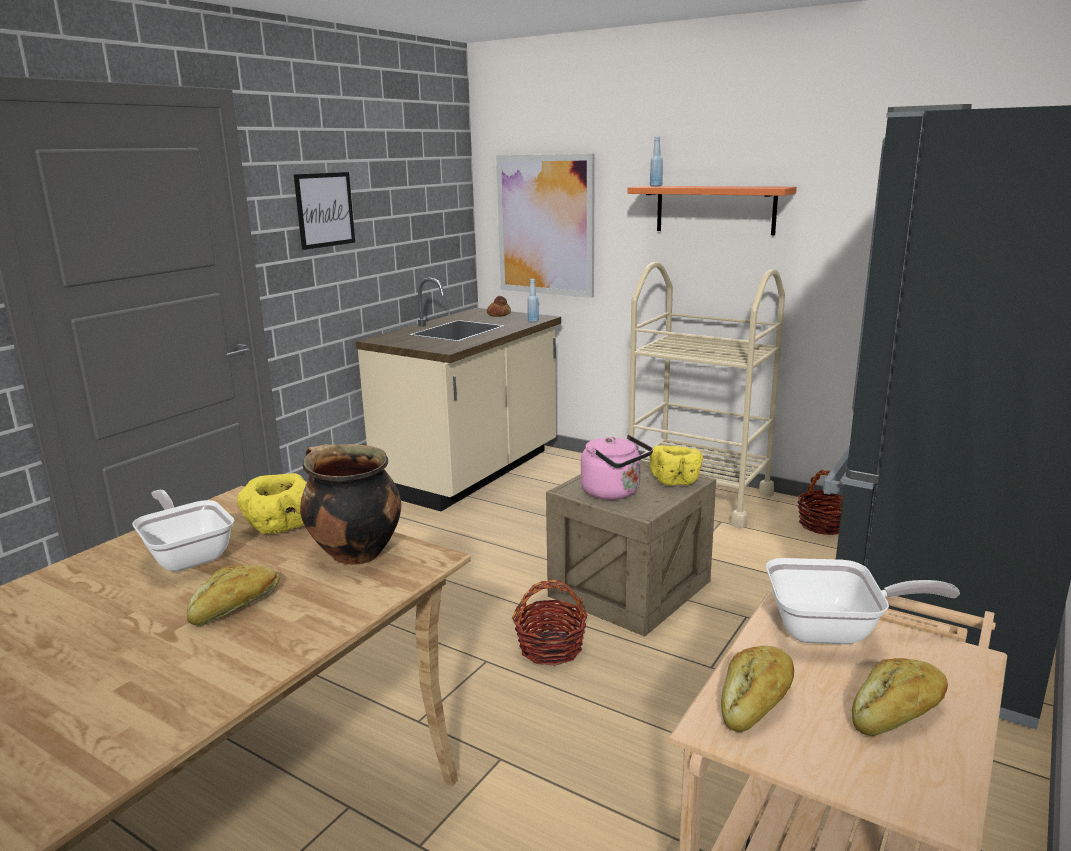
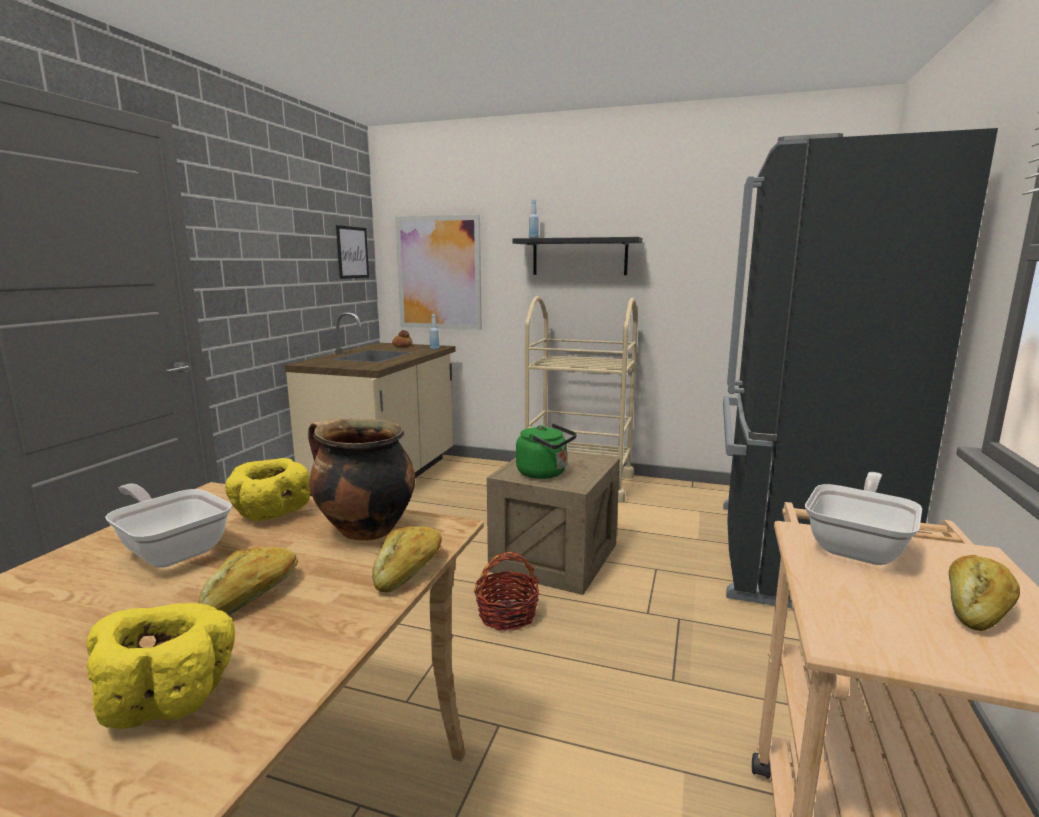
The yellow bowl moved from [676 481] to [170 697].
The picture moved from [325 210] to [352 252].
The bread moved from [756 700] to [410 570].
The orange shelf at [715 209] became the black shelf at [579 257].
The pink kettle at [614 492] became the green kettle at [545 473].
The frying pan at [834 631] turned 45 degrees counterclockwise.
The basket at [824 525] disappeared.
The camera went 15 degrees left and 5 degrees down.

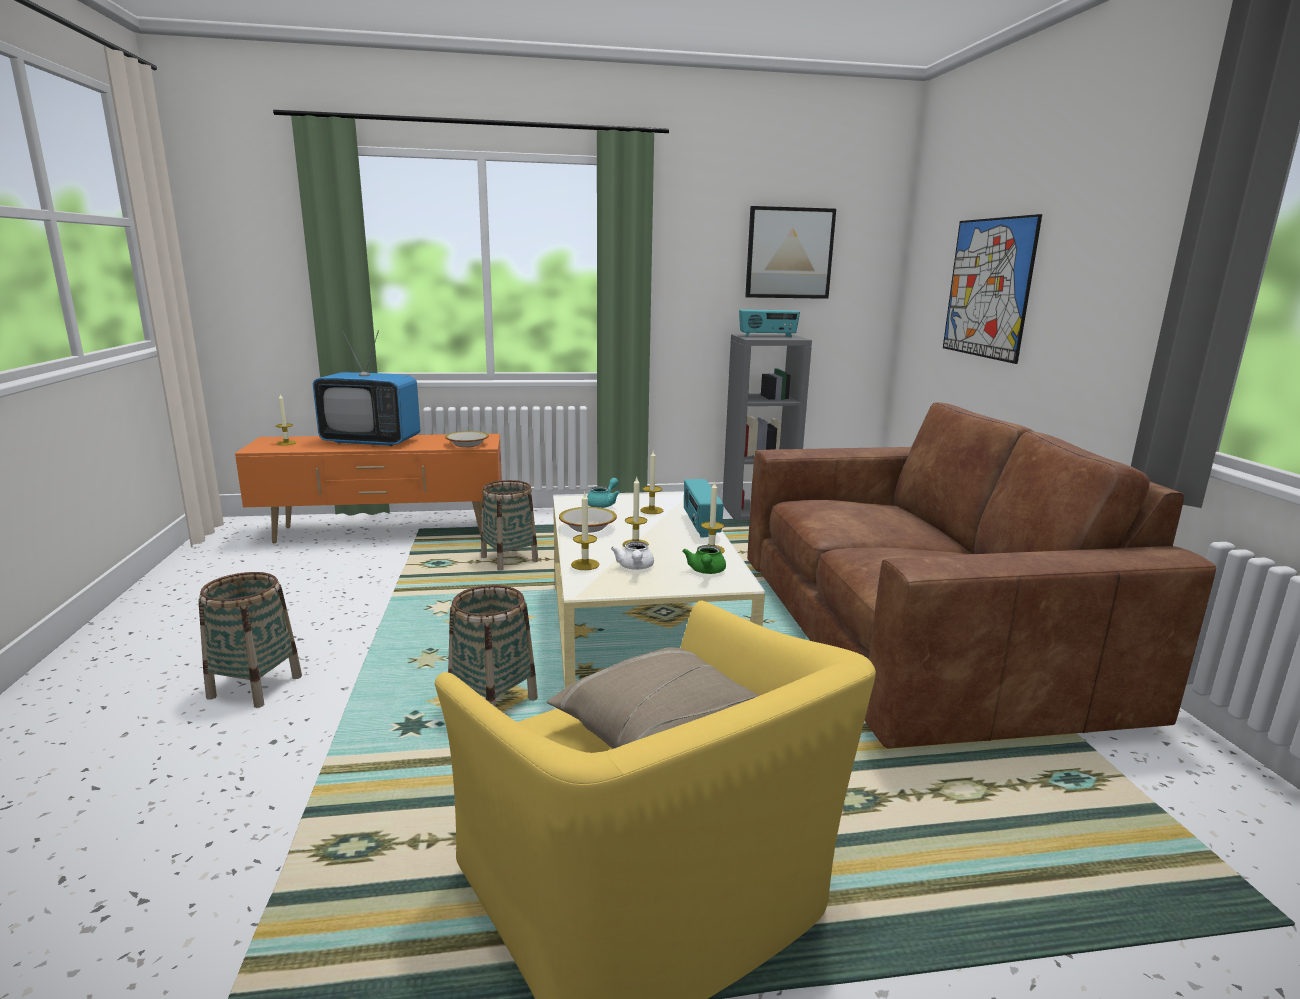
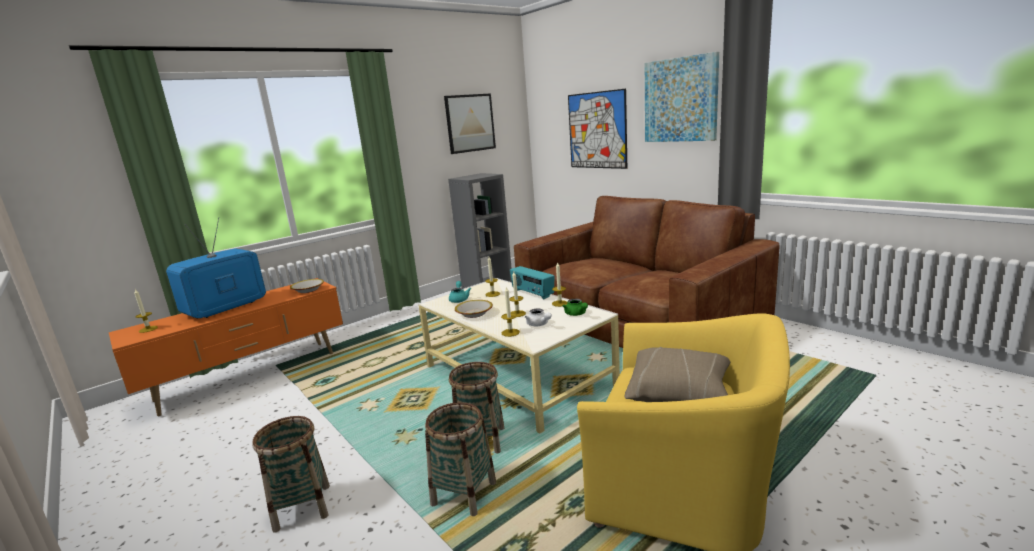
The television at [371 441] turned 150 degrees clockwise.
The basket moved from [509 560] to [464 494].
The picture at [680 100] appeared.
The radio at [767 336] disappeared.
The camera went 30 degrees left and 0 degrees up.

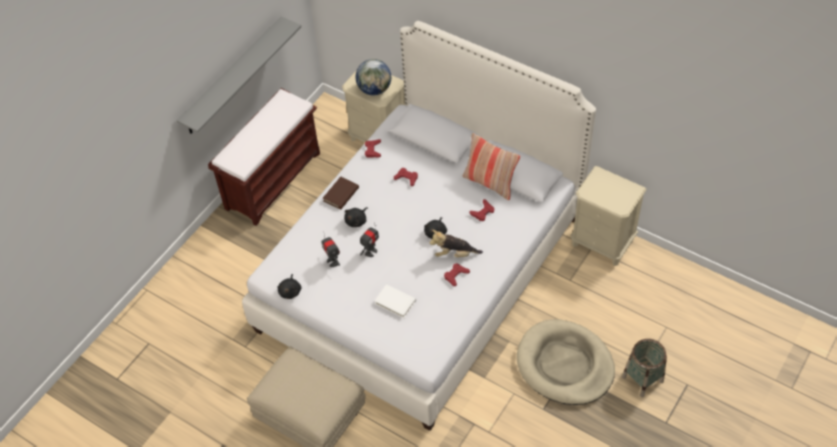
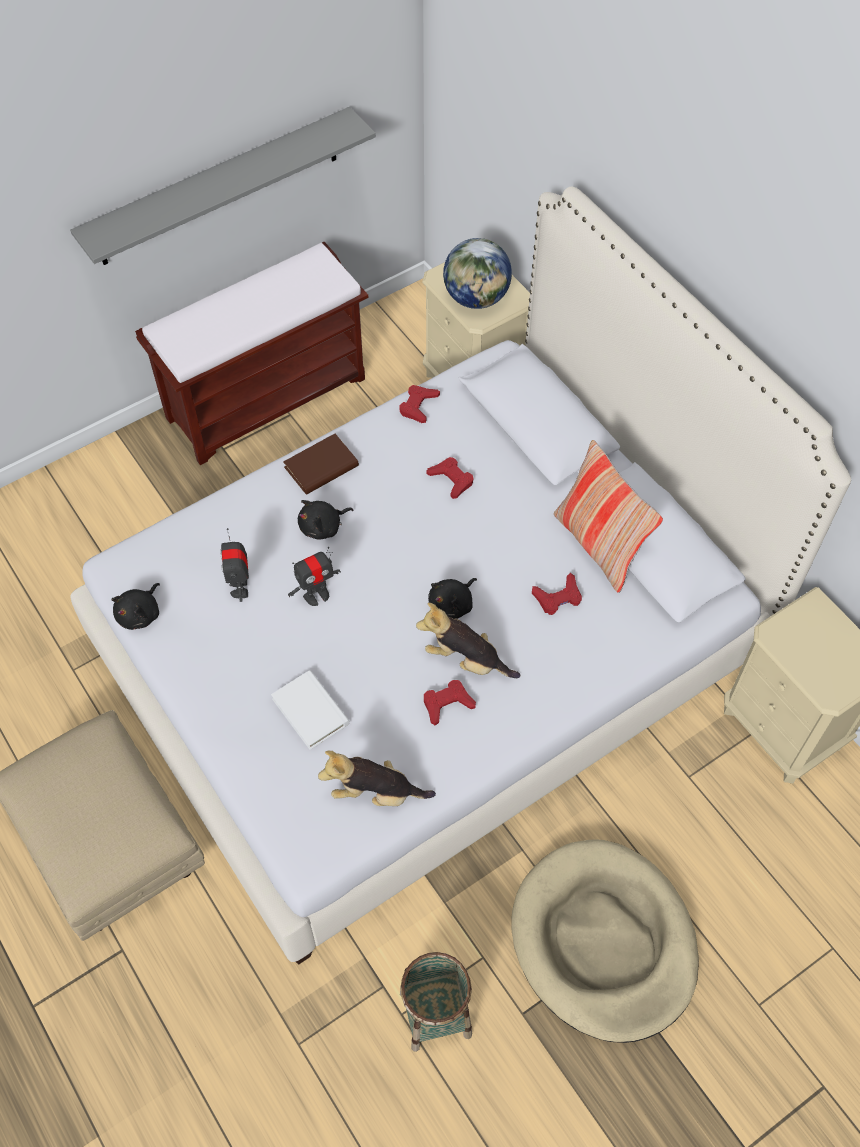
The plush toy at [375 792] appeared.
The basket moved from [642 379] to [435 1014].
The camera went 20 degrees right and 5 degrees up.

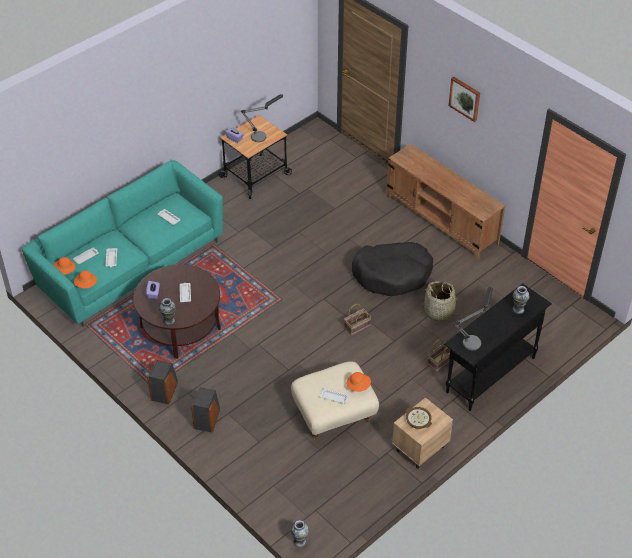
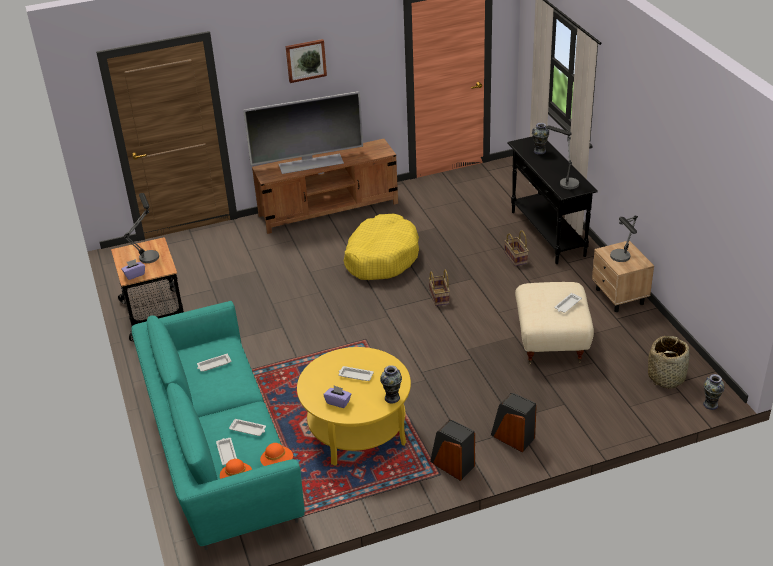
The television at [310 163] appeared.
The brown coffee table at [180 327] became the yellow coffee table at [357 429].
The black dog bed at [392 274] became the yellow dog bed at [381 257].
The bowl at [418 420] was replaced by the table lamp at [622 259].
The basket moved from [439 312] to [666 376].
The orange hat at [358 386] disappeared.
The camera went 65 degrees left and 10 degrees down.

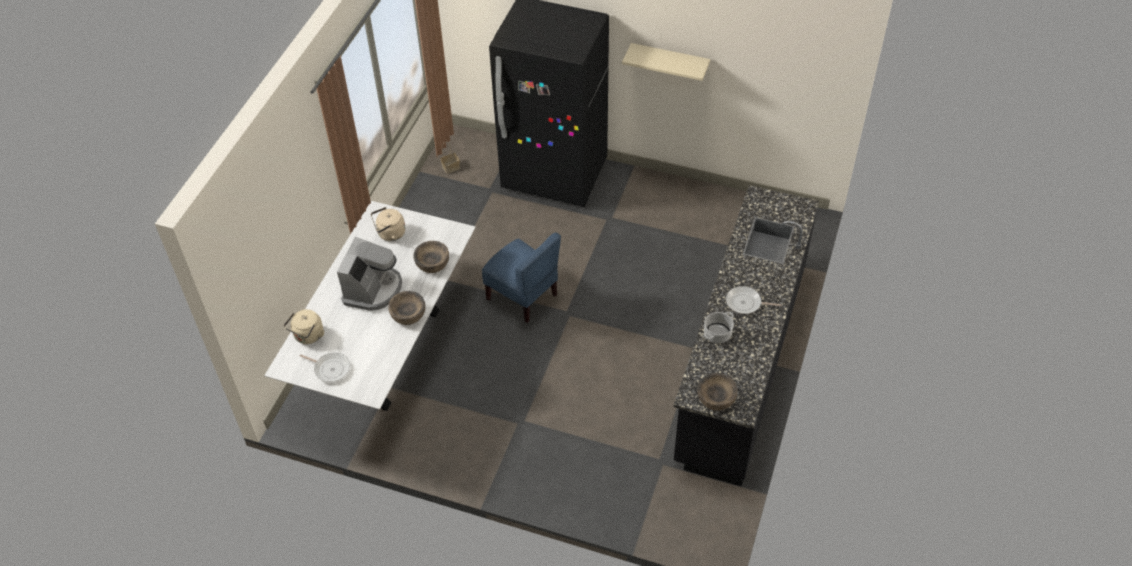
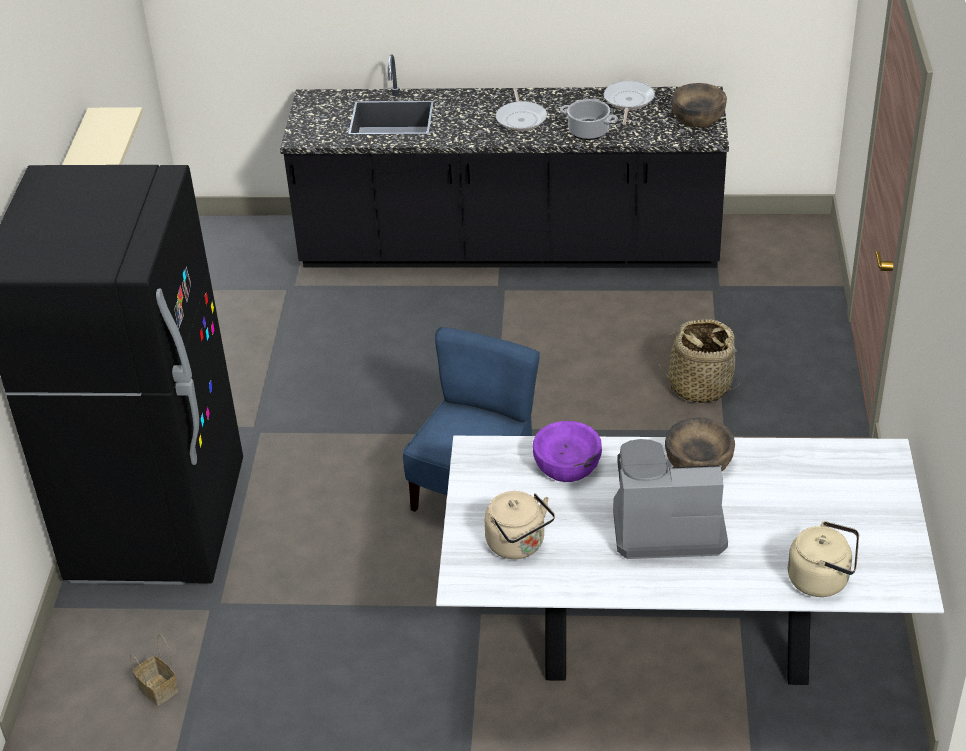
The brown bowl at [432 263] became the purple bowl at [567 465].
The frying pan moved from [330 368] to [628 101].
The basket at [699 386] appeared.
The camera went 105 degrees left and 10 degrees down.

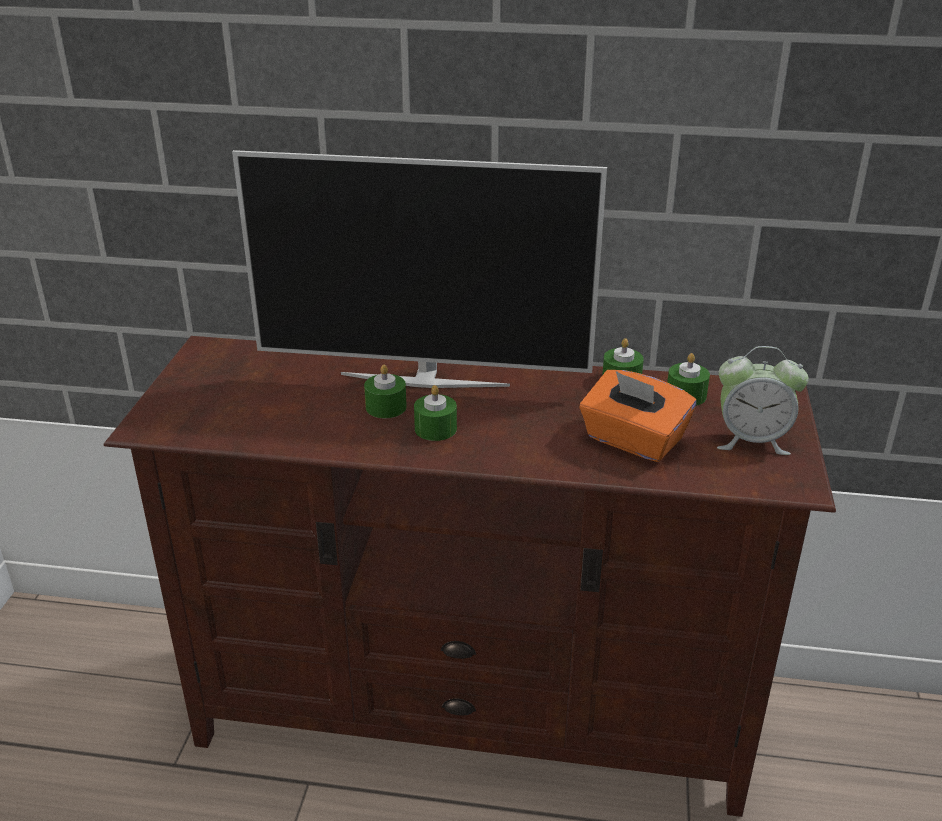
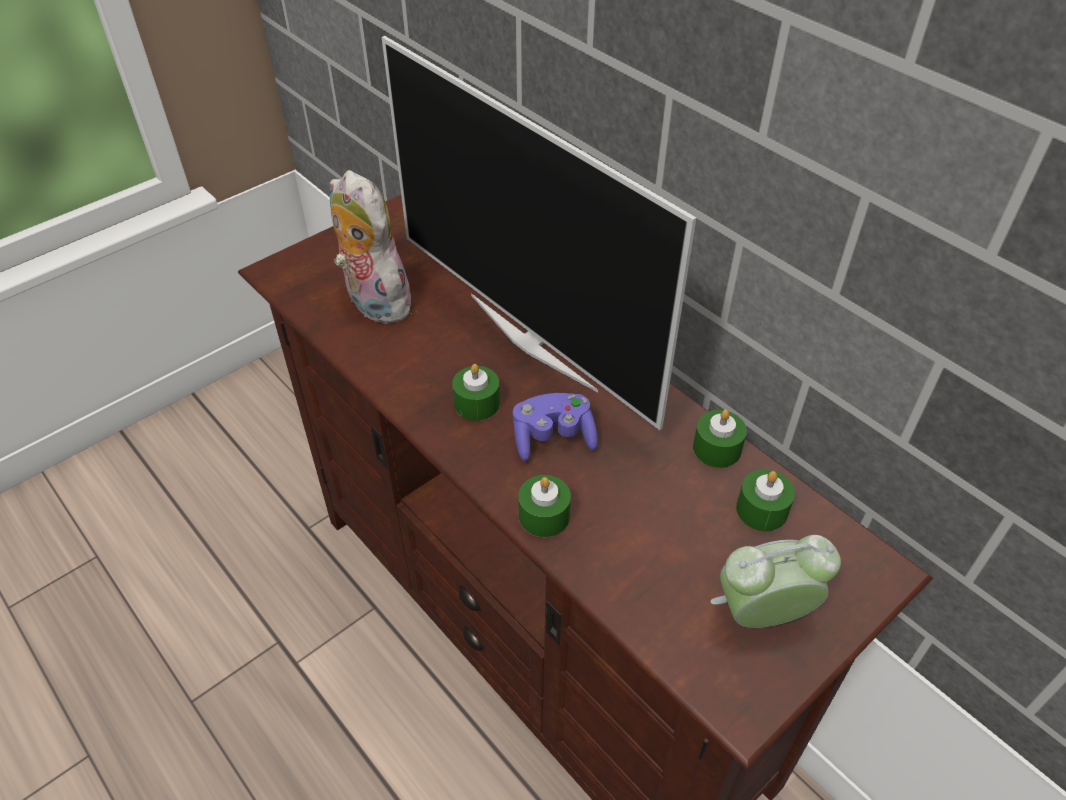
The plush toy at [373 302] appeared.
The purple game controller at [553 438] appeared.
The green candle moved from [386 407] to [544 515].
The alarm clock at [752 440] turned 120 degrees clockwise.
The orange tissue box at [633 440] disappeared.
The camera went 40 degrees right and 15 degrees up.

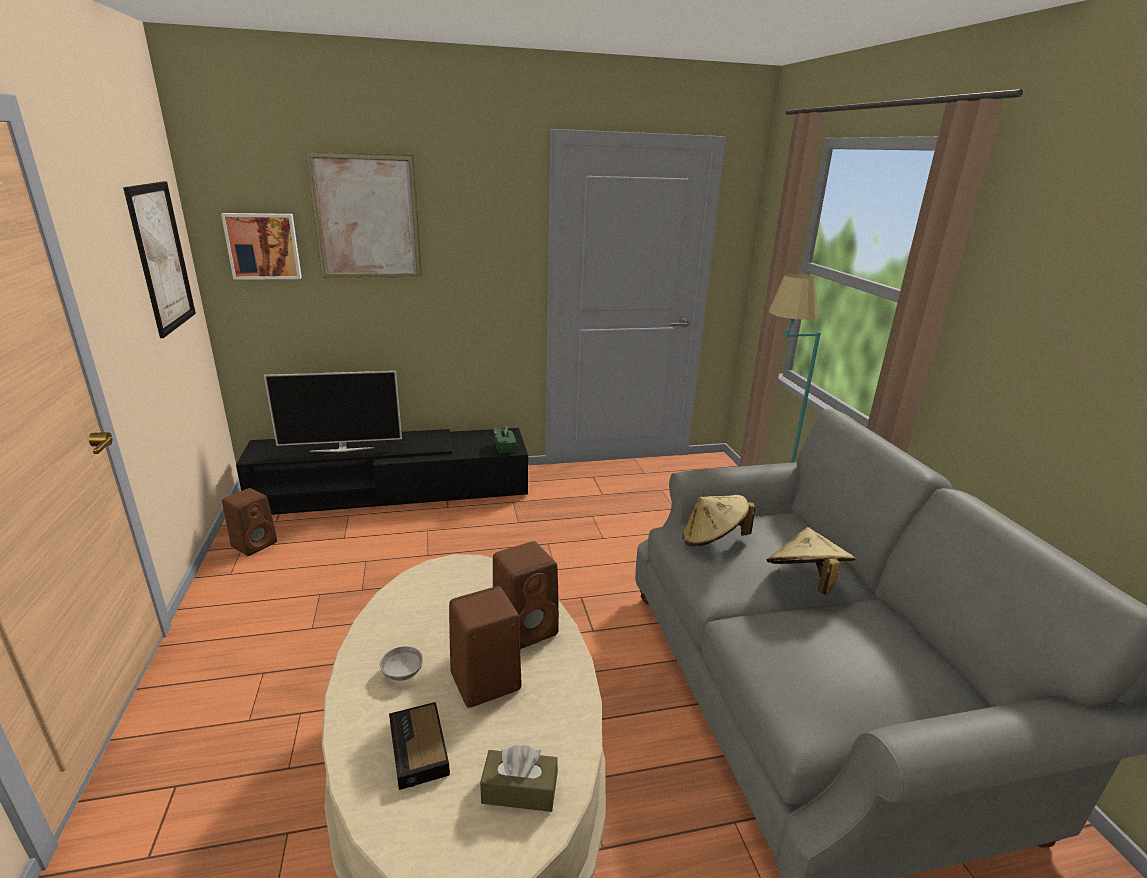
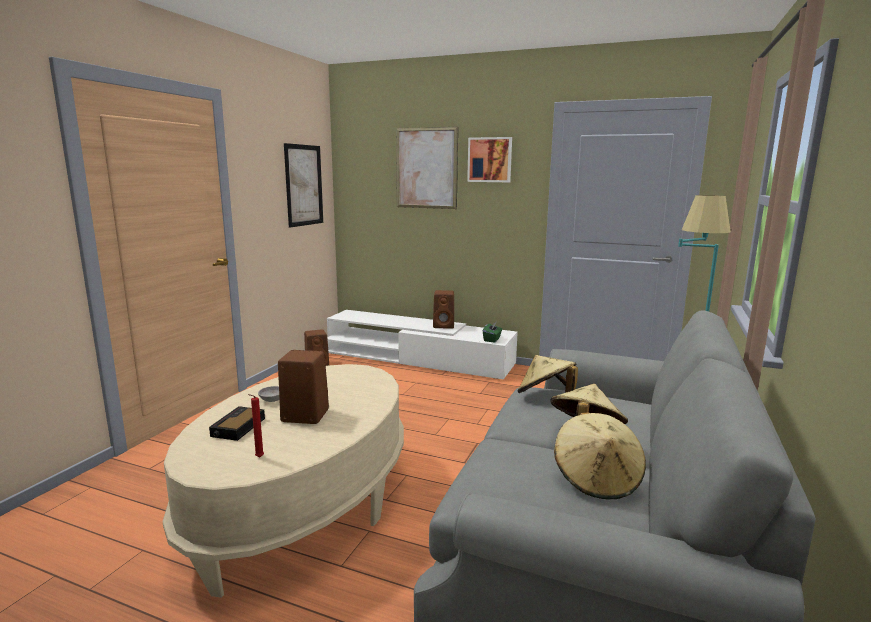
The brown tissue box at [519 790] was replaced by the red candle at [258 458].
The black tv stand at [393 491] became the white tv stand at [417 359].
The brown speaker moved from [526 628] to [444 326].
The picture moved from [263 246] to [490 160].
The beige hat at [597 479] appeared.
The television at [342 449] disappeared.
The camera went 35 degrees right and 10 degrees down.

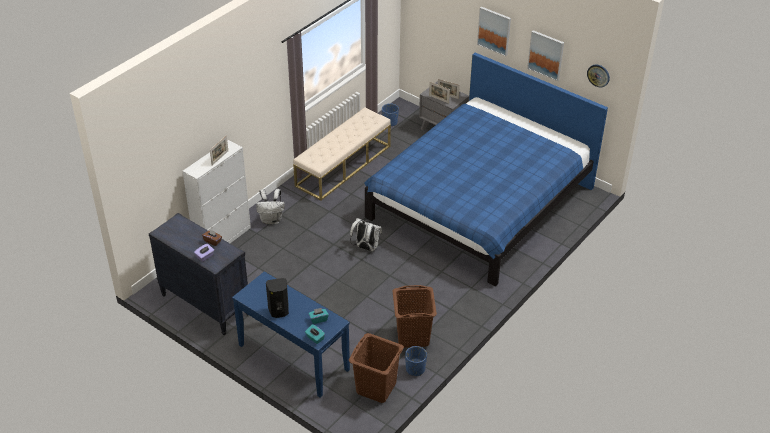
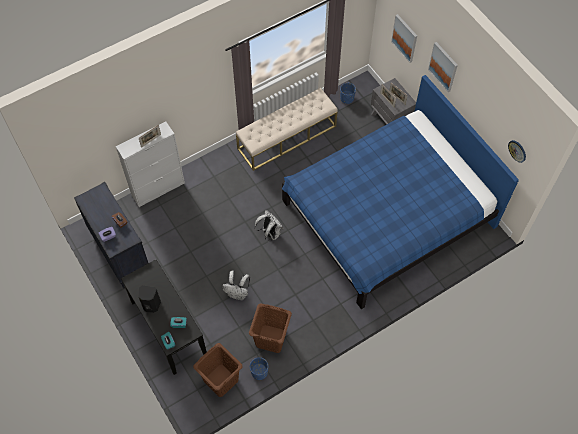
The blue console table at [293 357] became the black console table at [168 328].
The white backpack moved from [272 220] to [238 293].
The picture moved from [546 55] to [405 38].
The camera went 20 degrees right and 20 degrees up.

